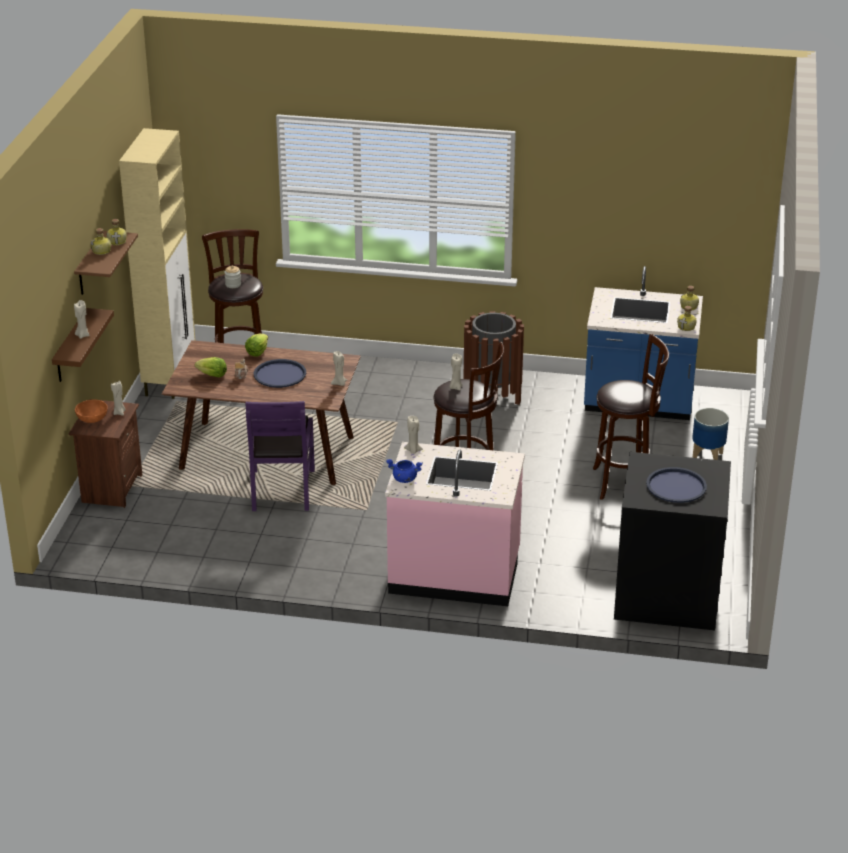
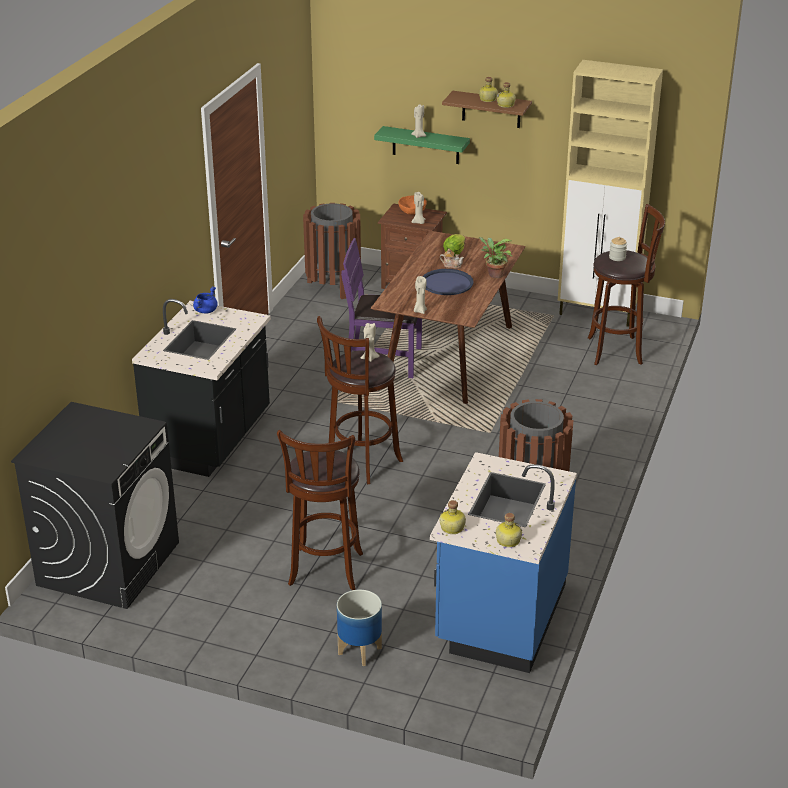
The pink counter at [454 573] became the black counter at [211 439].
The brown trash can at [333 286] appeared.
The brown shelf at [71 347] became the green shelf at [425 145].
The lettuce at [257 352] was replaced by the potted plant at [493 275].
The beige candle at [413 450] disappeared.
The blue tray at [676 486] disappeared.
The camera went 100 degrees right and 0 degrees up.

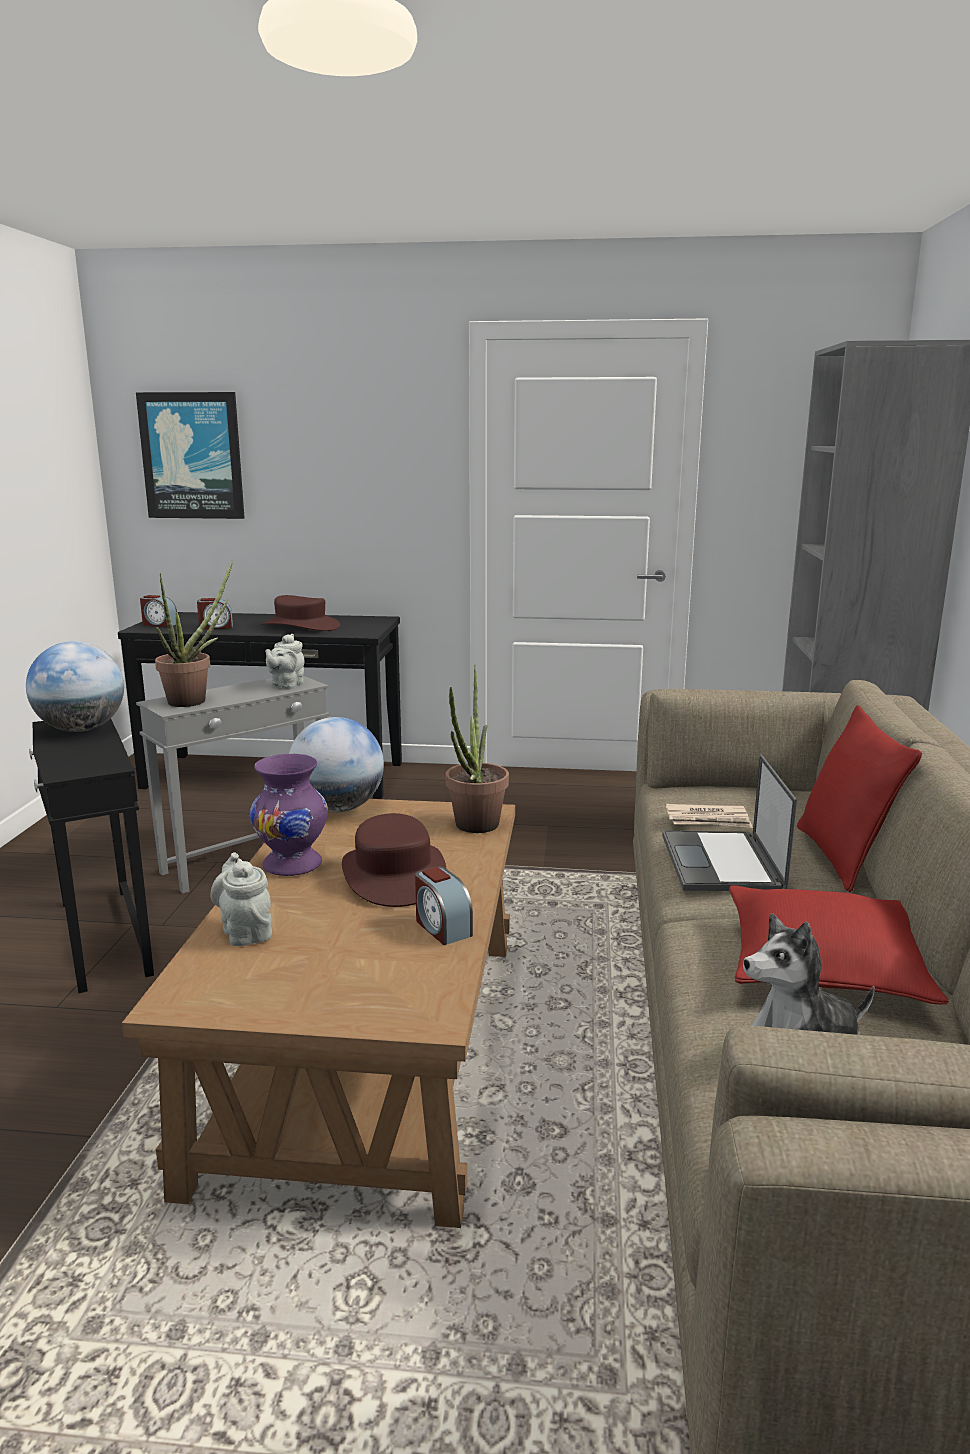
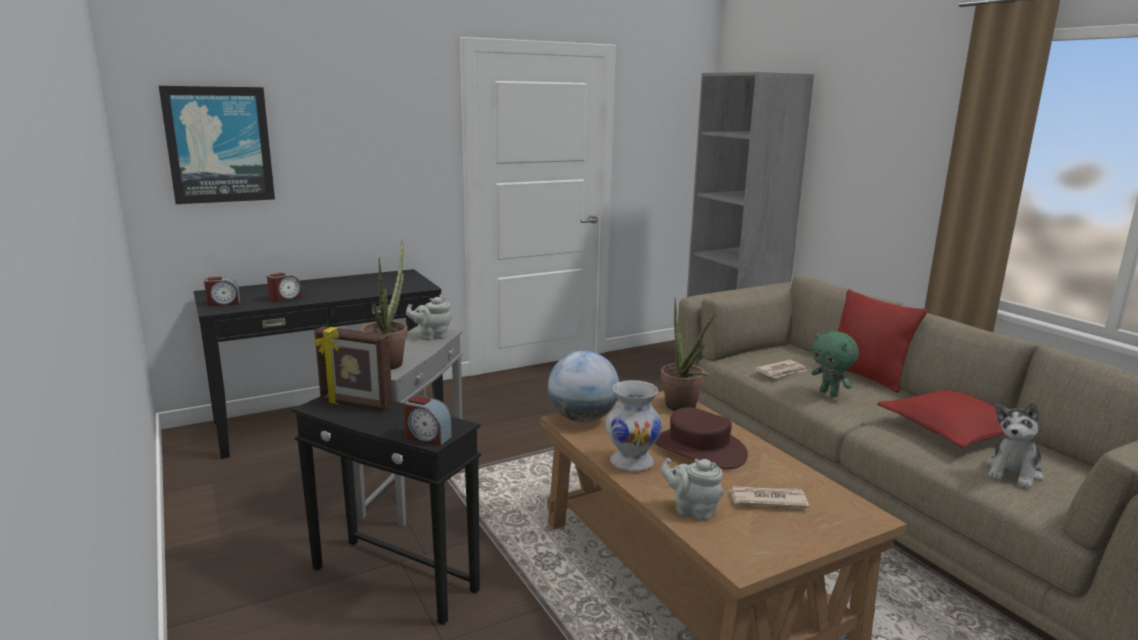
The globe at [81 729] was replaced by the picture frame at [355 404].
The alarm clock moved from [442 927] to [427 437].
The grey teapot at [286 685] turned 90 degrees clockwise.
The purple vase at [293 864] became the white vase at [632 462].
The newspaper at [766 499] appeared.
The laptop at [722 863] was replaced by the green plush toy at [829 393].
The brown hat at [301 626] disappeared.
The camera went 35 degrees left and 0 degrees up.

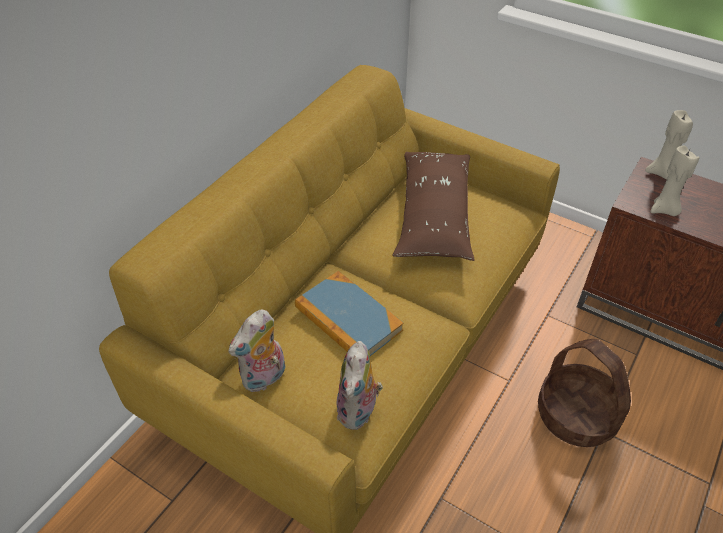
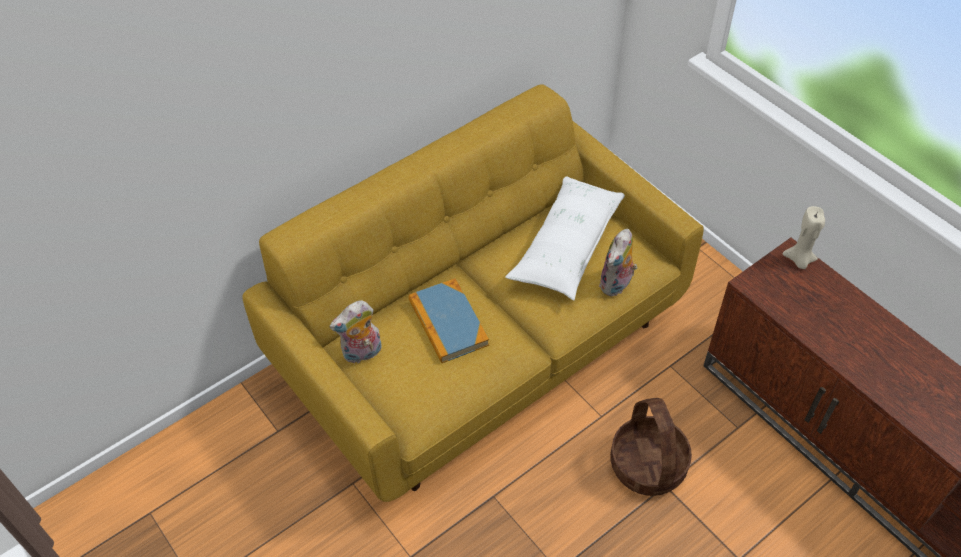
The brown pillow at [433 215] became the white pillow at [567 246].
The plush toy moved from [359 411] to [616 285].
The beige candle at [664 210] disappeared.
The camera went 20 degrees right and 5 degrees up.

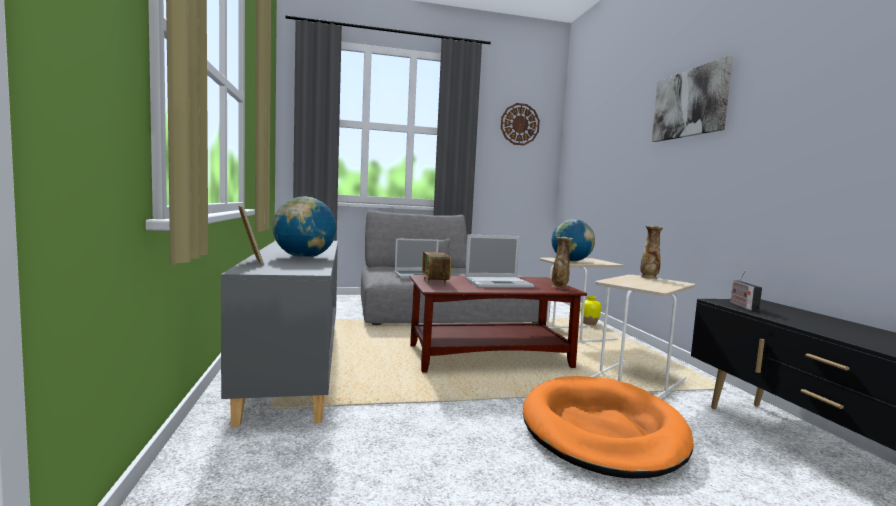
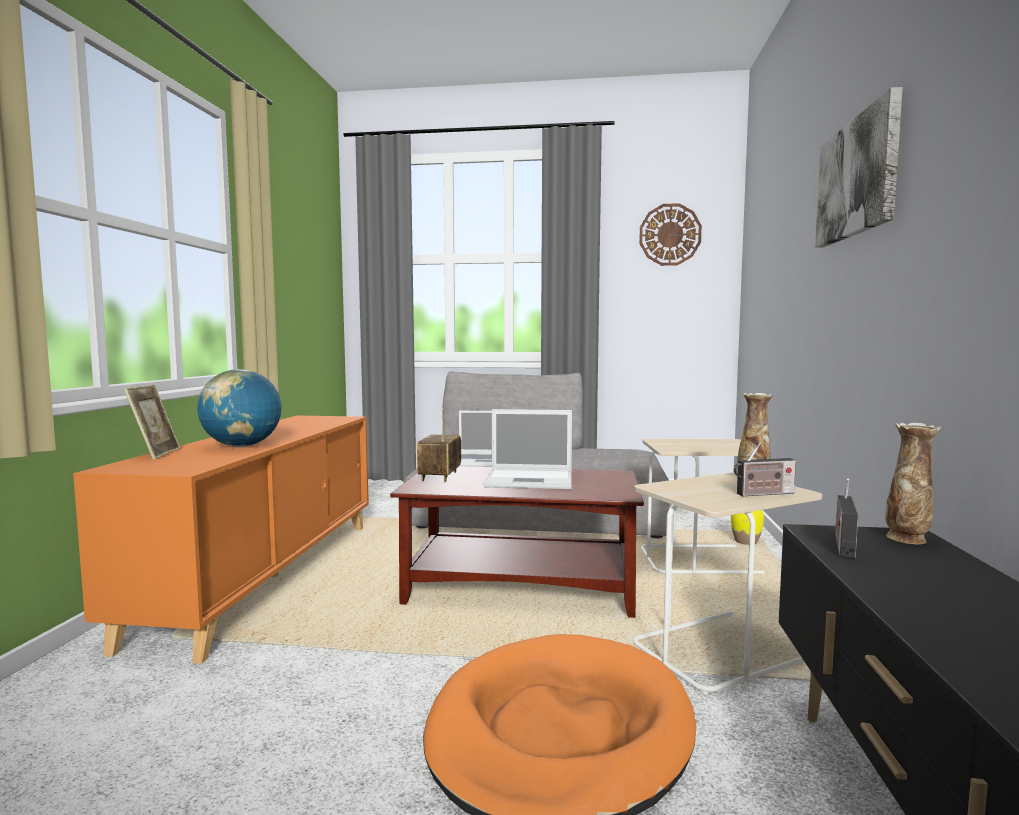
The grey cabinet at [295 363] became the orange cabinet at [265 576].
The radio at [763 494] appeared.
The vase moved from [559 287] to [907 539].
The globe at [571 261] disappeared.
The camera went 20 degrees right and 0 degrees up.

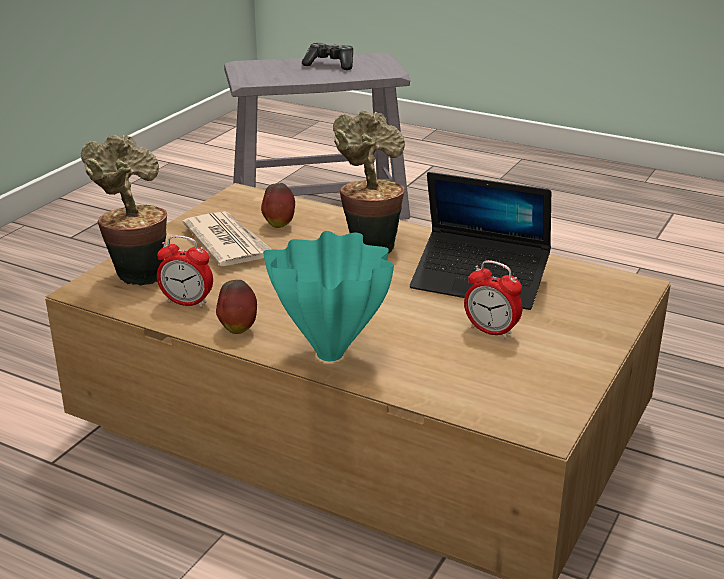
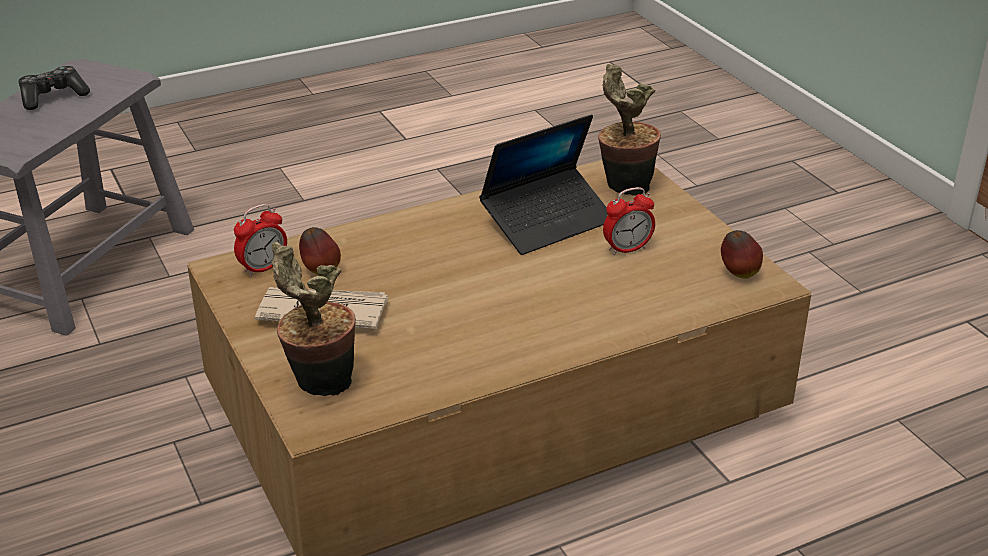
The alarm clock moved from [187 302] to [263 268].
The potted plant moved from [370 244] to [623 187].
The apple moved from [238 328] to [739 274].
The turquoise vase at [332 354] disappeared.
The camera went 55 degrees left and 5 degrees up.

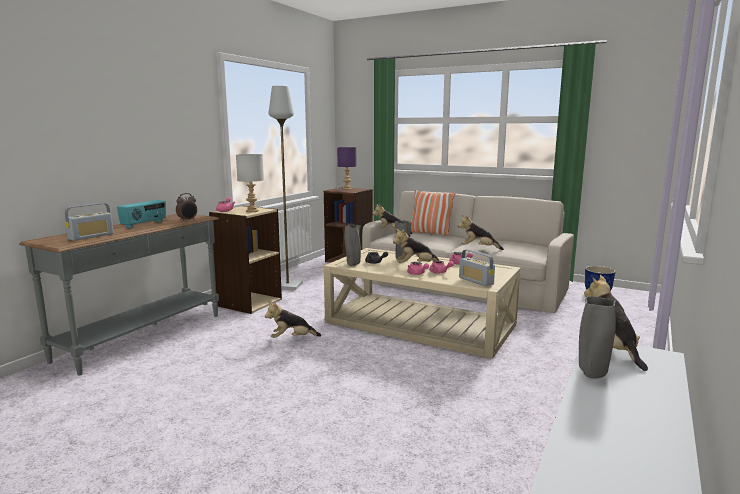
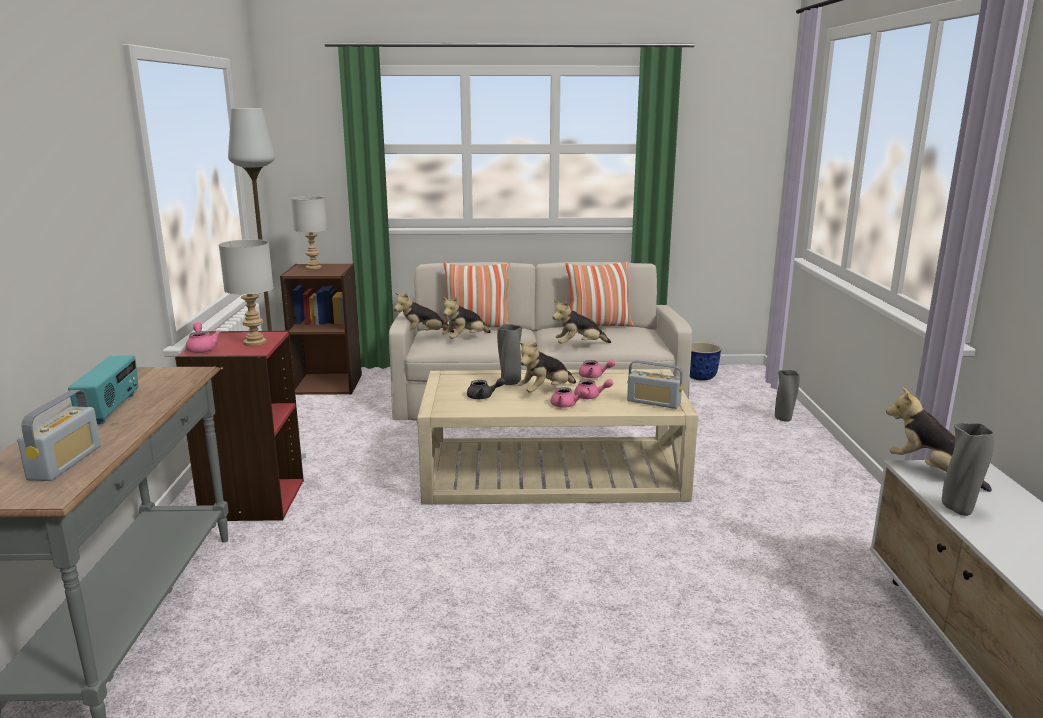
The beige bookcase at [248 302] became the red bookcase at [252 500].
The purple table lamp at [346 189] became the grey table lamp at [313 268].
The plush toy moved from [292 339] to [465 339].
The pillow at [598 327] appeared.
The grey vase moved from [353 264] to [784 419].
The alarm clock at [187 220] disappeared.
The camera went 30 degrees left and 5 degrees up.

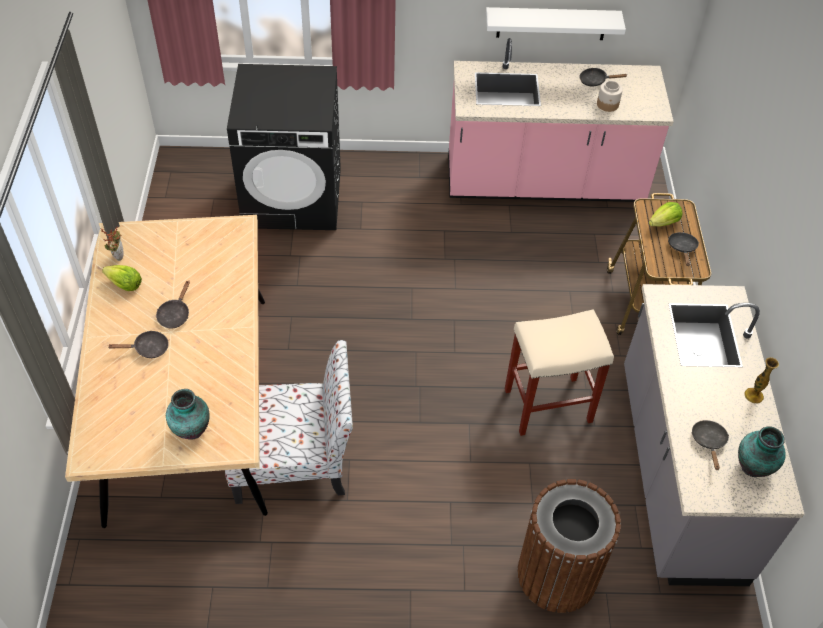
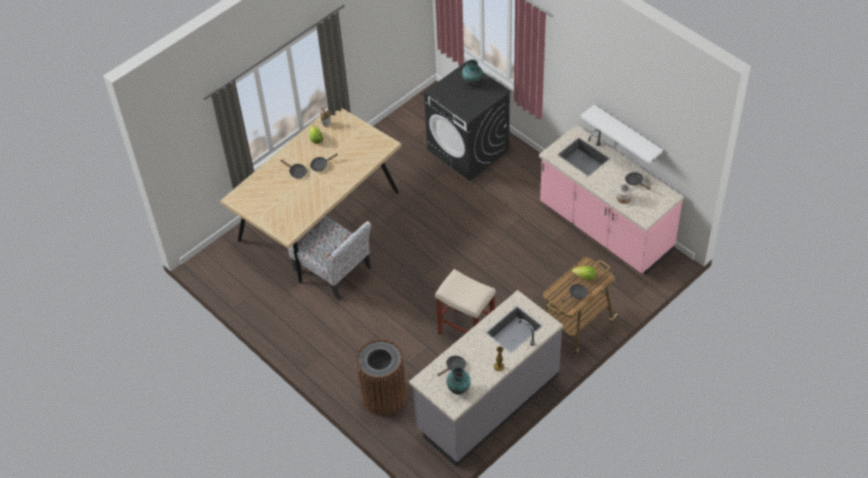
The vase moved from [191 429] to [472 82].
The camera went 50 degrees right and 0 degrees up.

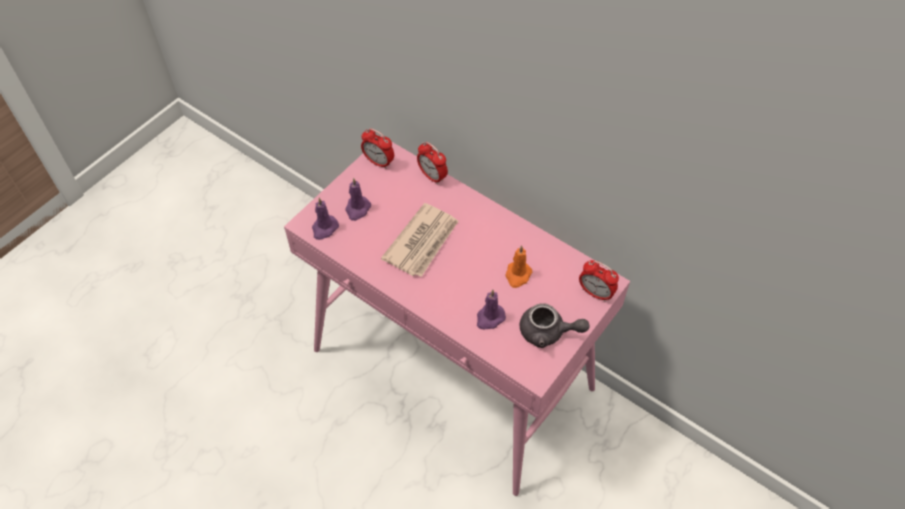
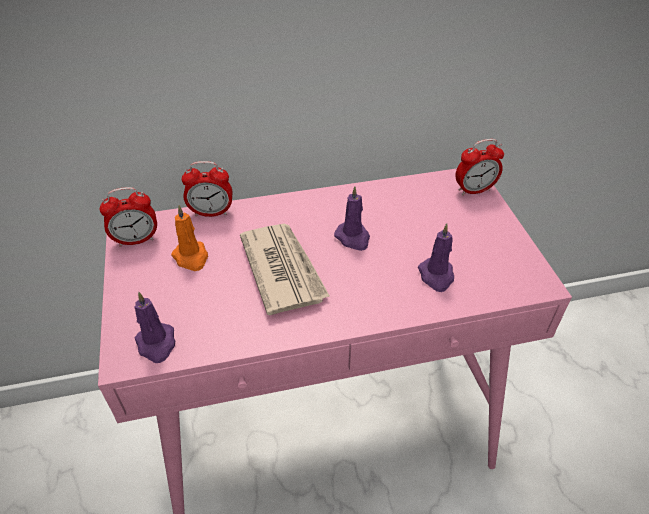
The orange candle moved from [517 275] to [191 257].
The purple candle moved from [357 209] to [353 238].
The grey teapot at [548 332] disappeared.
The camera went 50 degrees left and 10 degrees down.

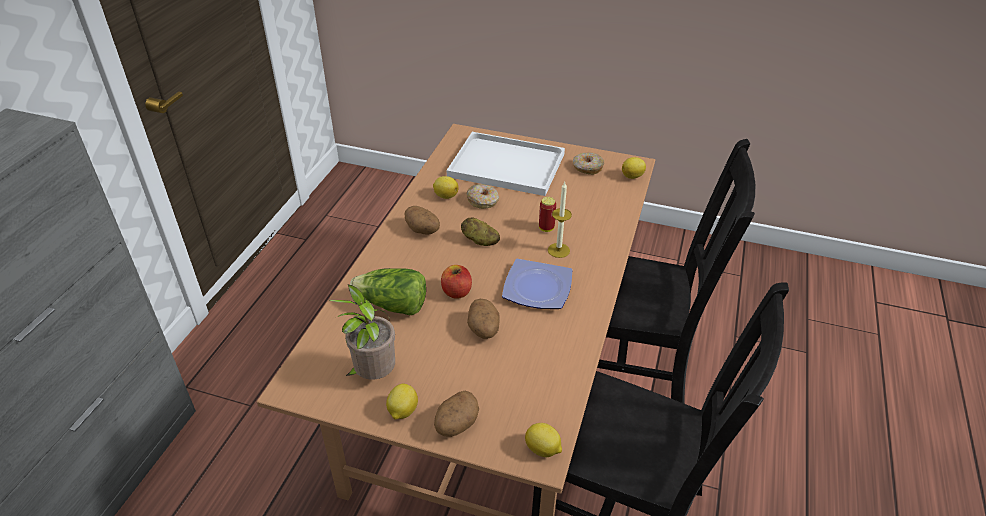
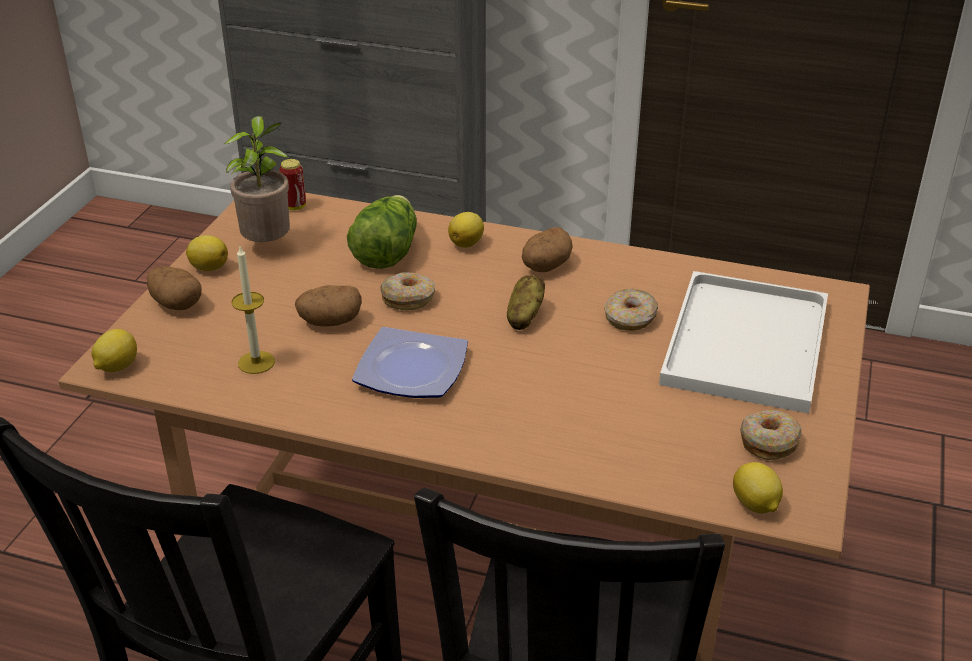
The candle moved from [558 250] to [256 362].
The can moved from [546 228] to [295 206].
The apple at [456 292] was replaced by the donut at [408 298].
The lemon moved from [445 196] to [467 243].
The camera went 90 degrees right and 5 degrees down.

